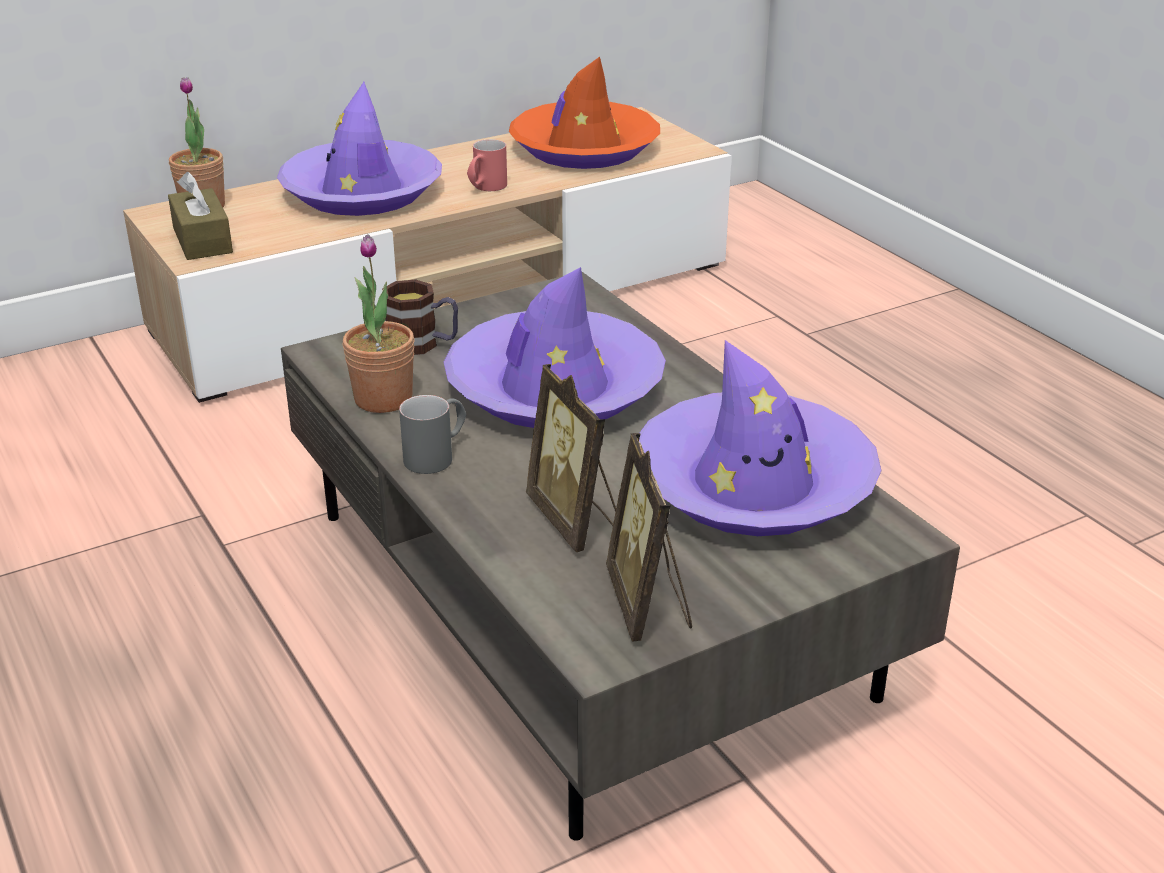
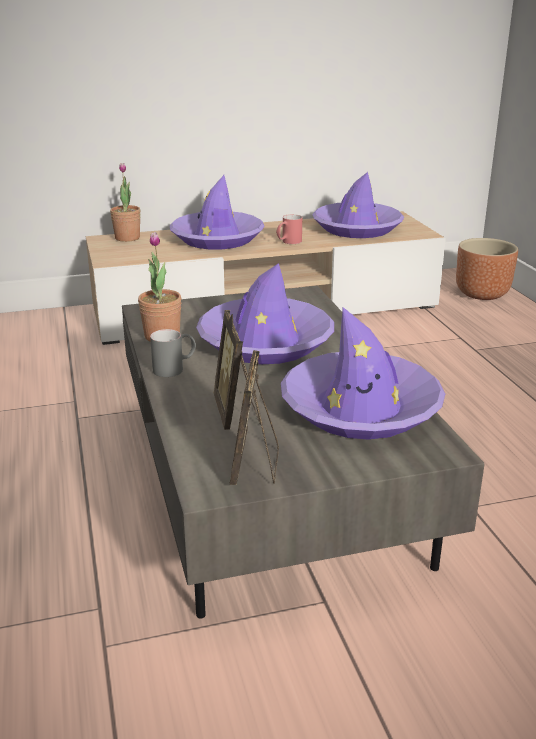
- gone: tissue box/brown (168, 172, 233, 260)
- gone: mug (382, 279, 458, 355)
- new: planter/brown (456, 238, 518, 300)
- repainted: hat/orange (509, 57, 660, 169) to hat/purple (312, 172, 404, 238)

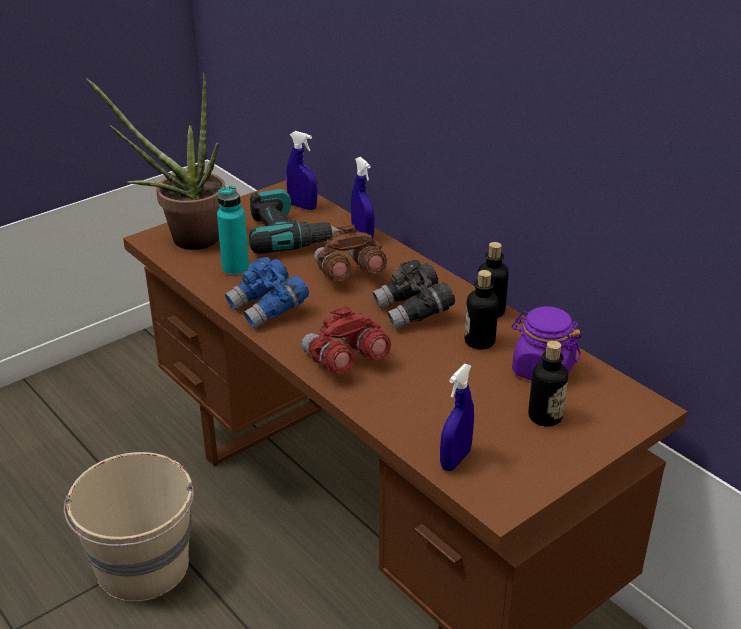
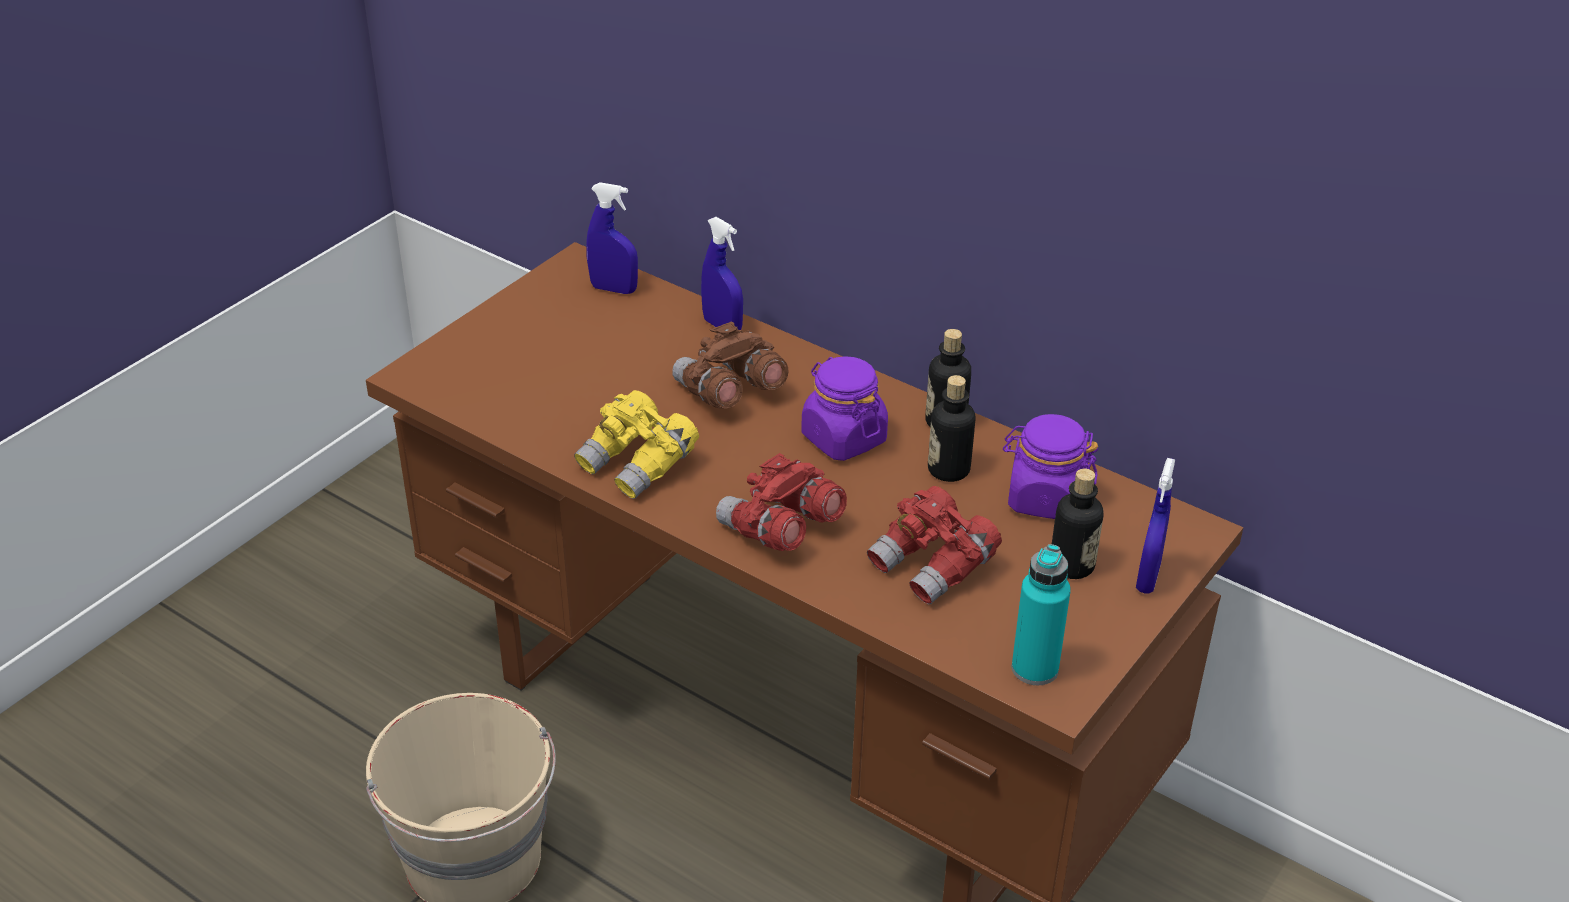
- gone: potted plant (86, 72, 225, 250)
- gone: power drill (249, 189, 340, 254)
- new: binoculars/red (867, 486, 1002, 604)
- shifted: bottle/turquoise (217, 186, 249, 276) to (1012, 544, 1071, 685)
- shifted: spray bottle/blue (440, 364, 474, 471) to (1136, 458, 1175, 593)
- swapped: binoculars/grey (373, 260, 455, 330) to jar/purple (801, 356, 888, 461)
- repainted: binoculars/blue (225, 257, 309, 328) to binoculars/yellow (574, 390, 699, 499)

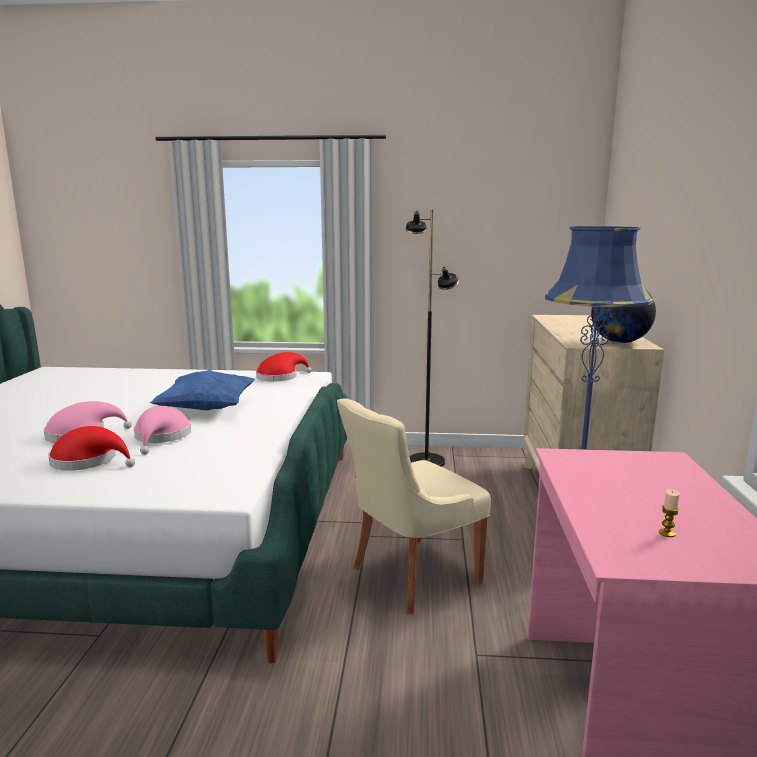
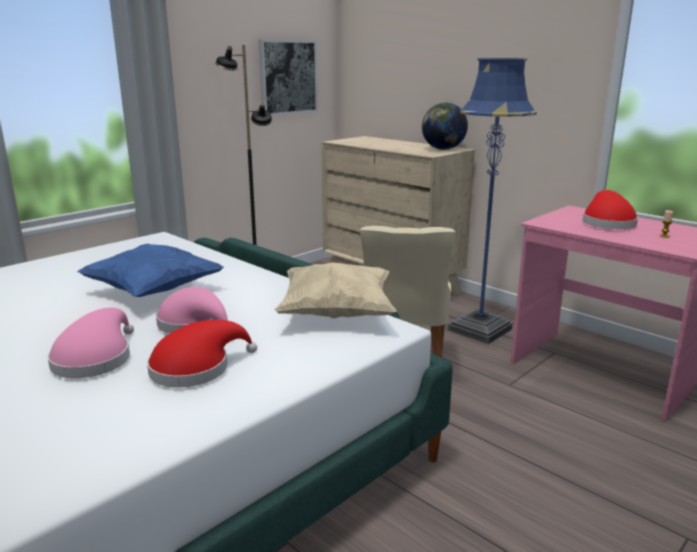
- new: picture (258, 39, 318, 116)
- new: pillow/beige (274, 262, 397, 319)
- shifted: hat/red (256, 352, 312, 381) to (582, 190, 638, 229)

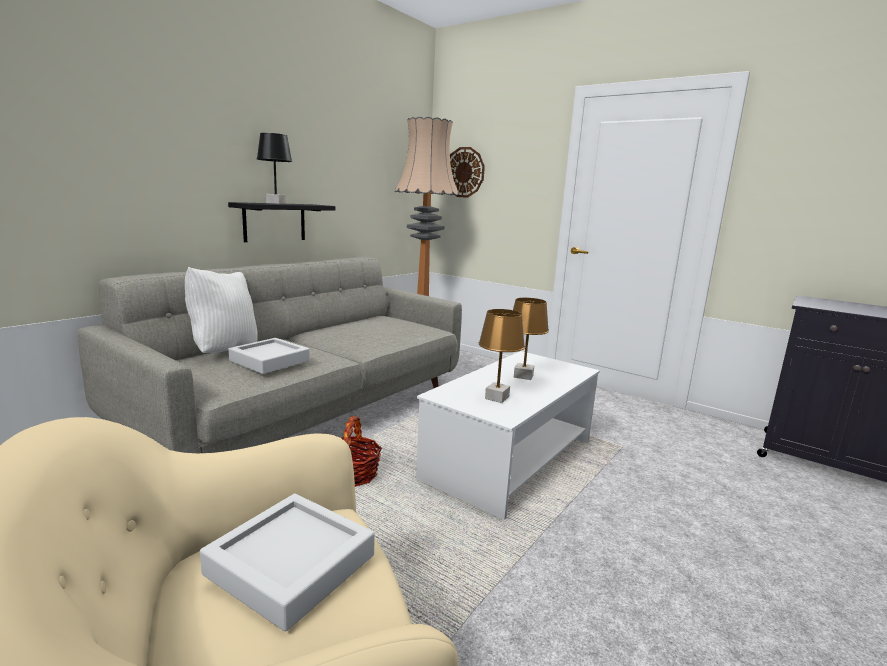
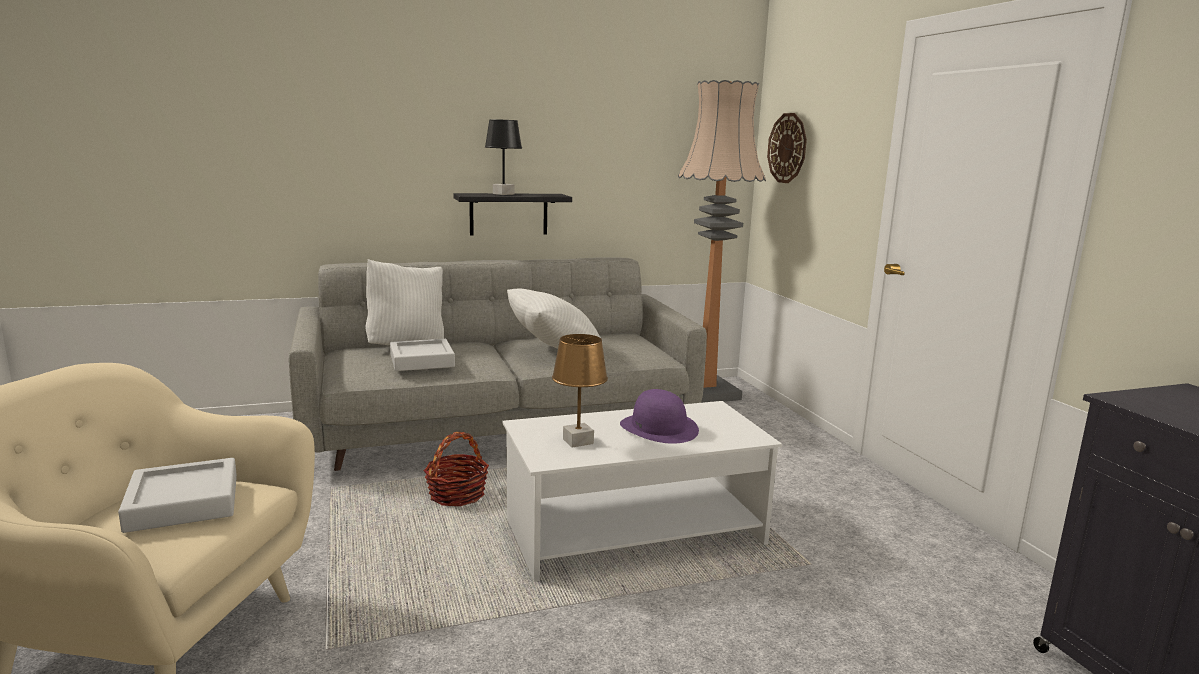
- new: pillow/white (507, 289, 603, 348)
- swapped: table lamp/brown (513, 298, 549, 380) to hat/purple (620, 389, 699, 444)

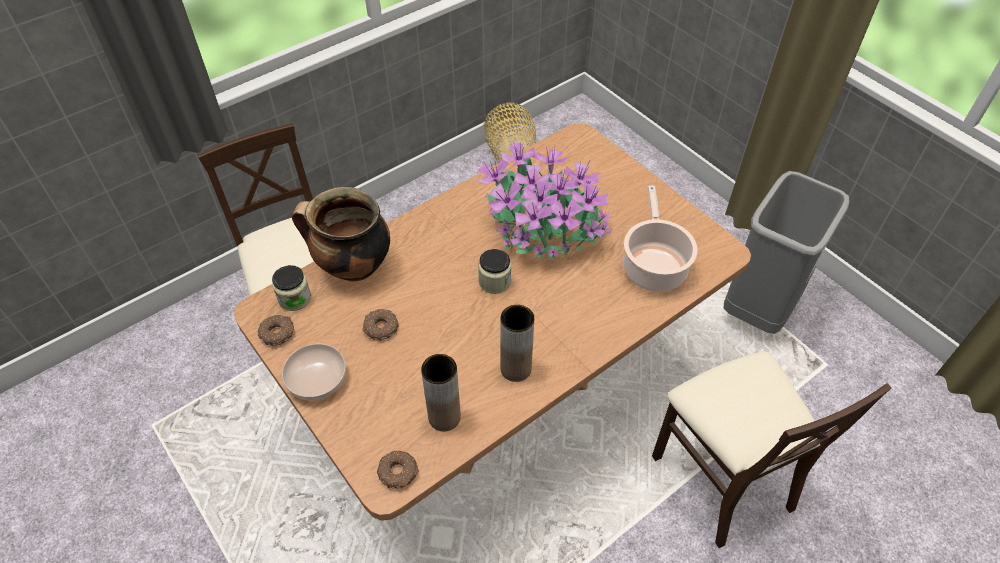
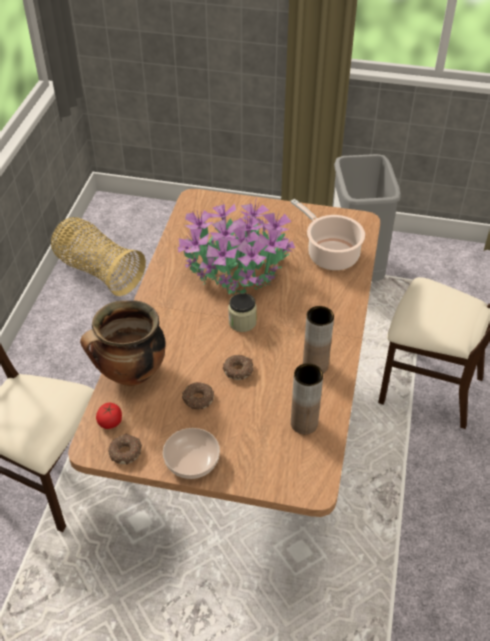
- shifted: donut (377, 451, 419, 489) to (223, 355, 254, 380)
- swapped: jar (272, 265, 311, 311) to tomato (96, 403, 122, 429)

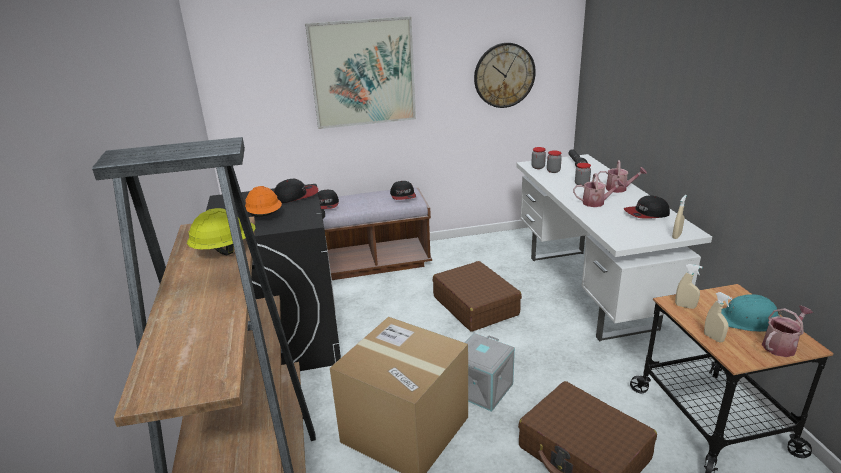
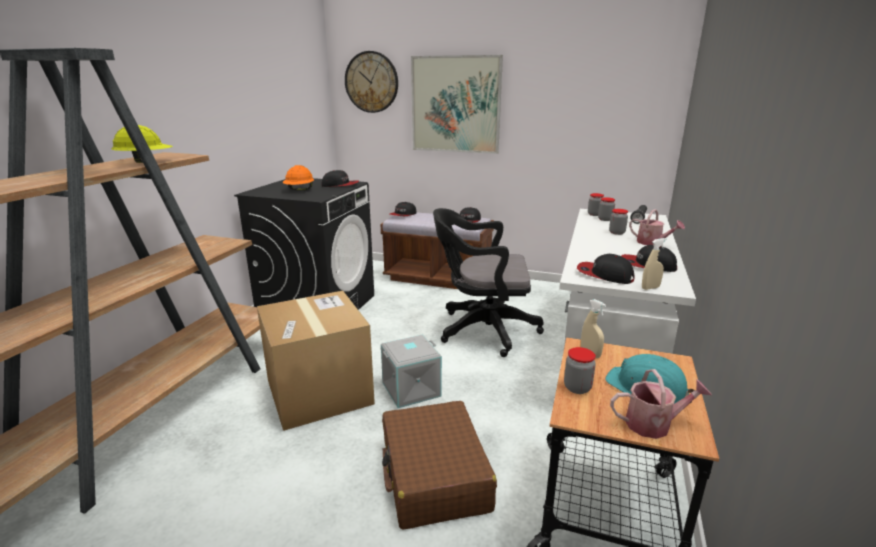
- gone: watering can (573, 173, 625, 207)
- new: cap (577, 254, 635, 284)
- shifted: wall clock (474, 43, 536, 108) to (345, 51, 398, 113)
- swapped: suitcase/brown (433, 261, 522, 332) to office chair/black (433, 208, 544, 357)
- swapped: spray bottle/beige (704, 292, 732, 343) to jar (564, 347, 596, 394)

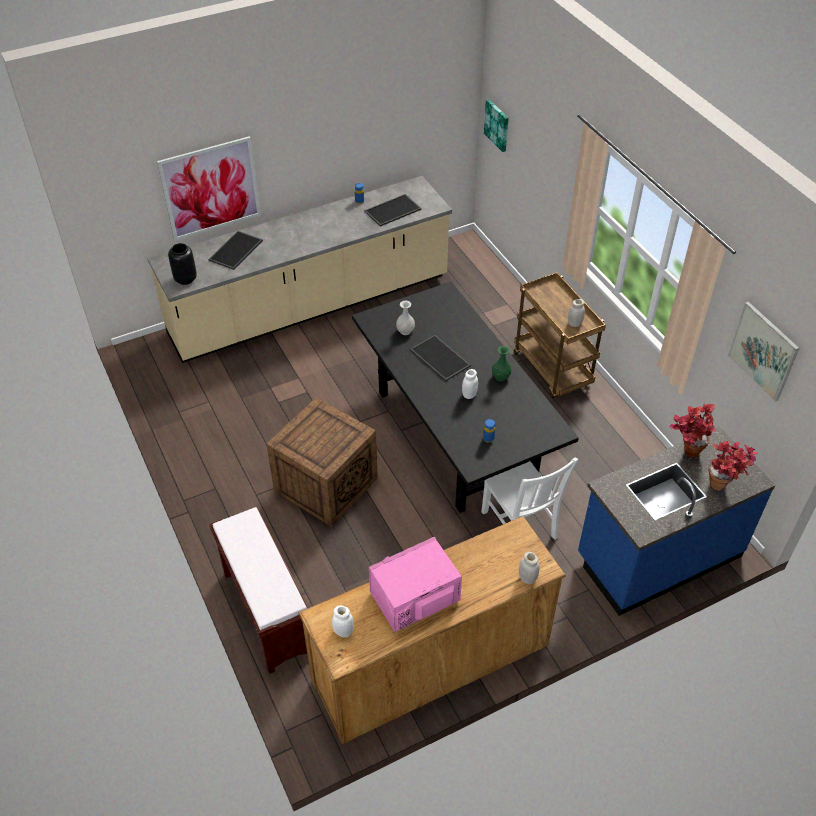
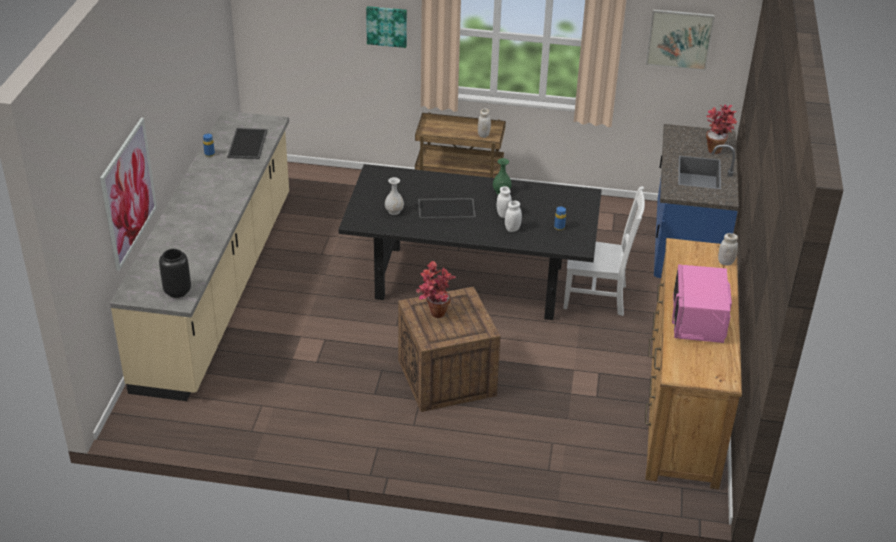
- gone: tray (208, 231, 263, 270)
- gone: bench/brown (209, 507, 308, 674)
- shifted: jar/white (332, 605, 354, 637) to (505, 201, 522, 232)
- shifted: picture (484, 99, 509, 152) to (366, 6, 407, 48)
- shifted: potted plant (669, 404, 716, 458) to (416, 261, 456, 318)

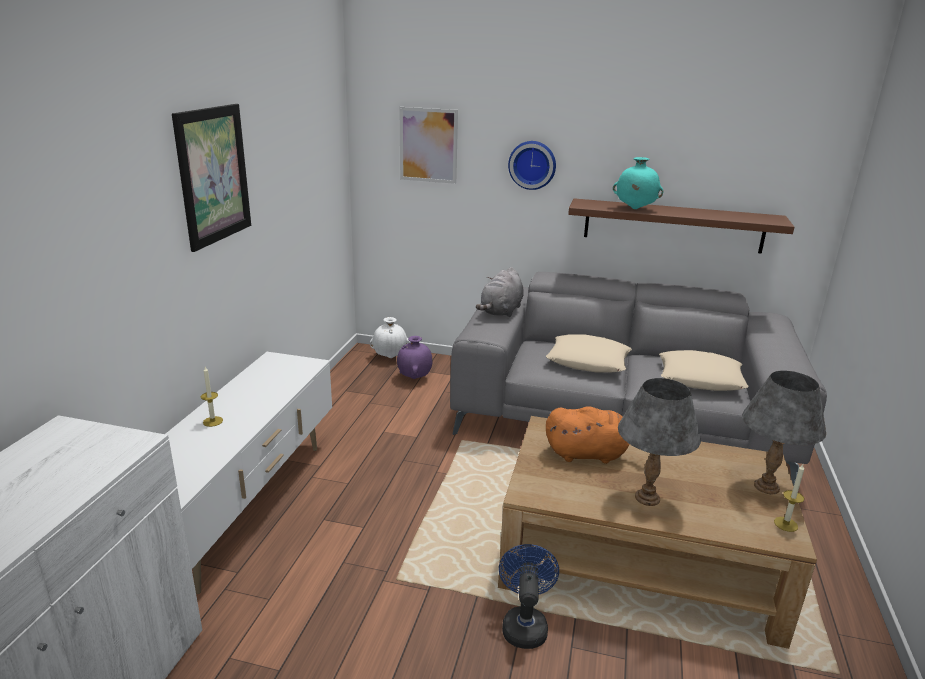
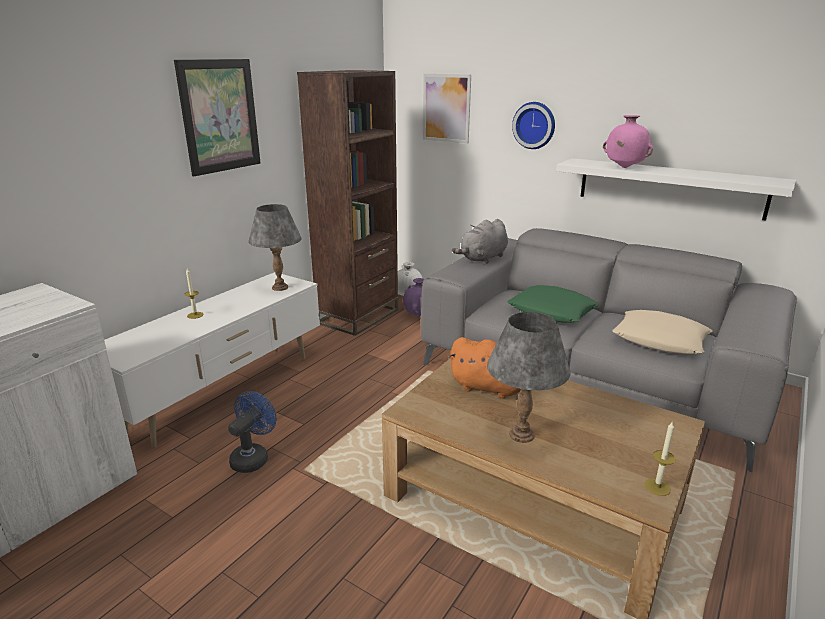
- new: bookcase/brown (297, 70, 398, 336)
- shifted: fan/blue (499, 544, 559, 649) to (228, 391, 276, 473)
- shifted: table lamp/grey (742, 371, 826, 494) to (248, 204, 302, 291)
- repainted: pillow/beige (546, 334, 632, 373) to pillow/green (508, 285, 599, 323)
- repainted: shelf/brown (568, 198, 794, 254) to shelf/white (556, 158, 796, 221)
- repainted: vase/turquoise (613, 157, 663, 209) to vase/pink (603, 115, 653, 168)

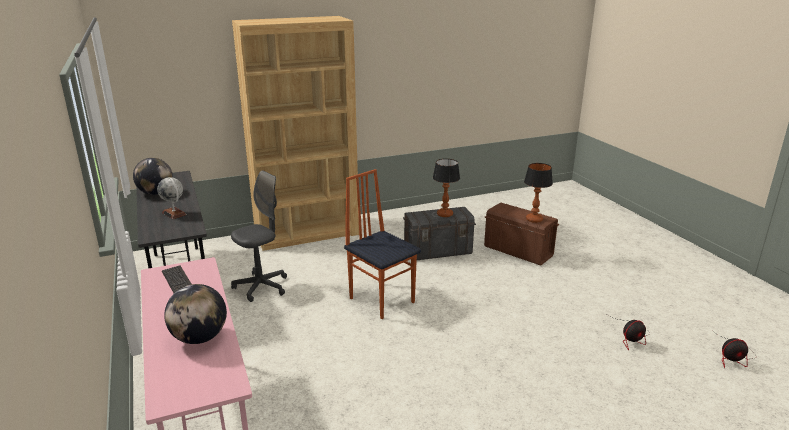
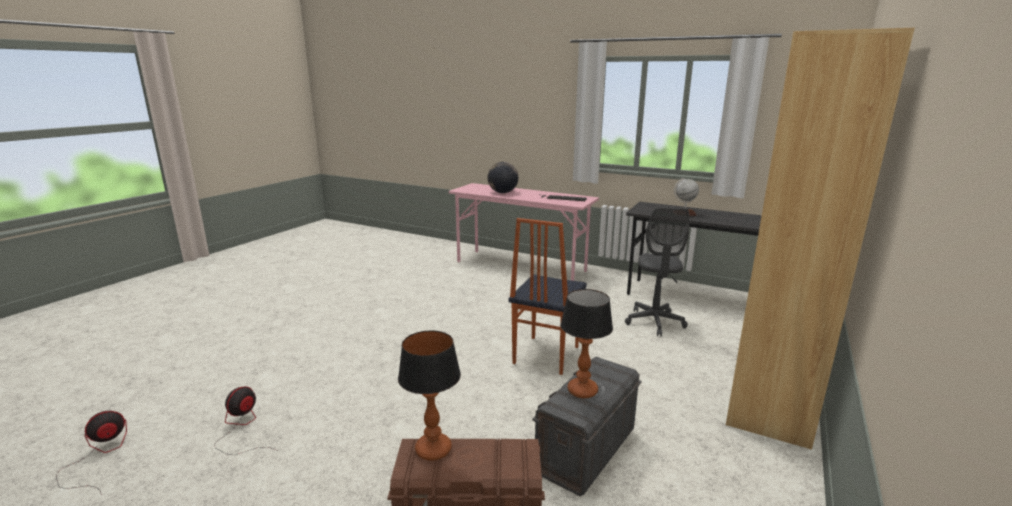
- gone: globe (133, 158, 173, 195)
- rotated: chair (344, 169, 421, 319) = (508, 218, 587, 375) 105 degrees clockwise

